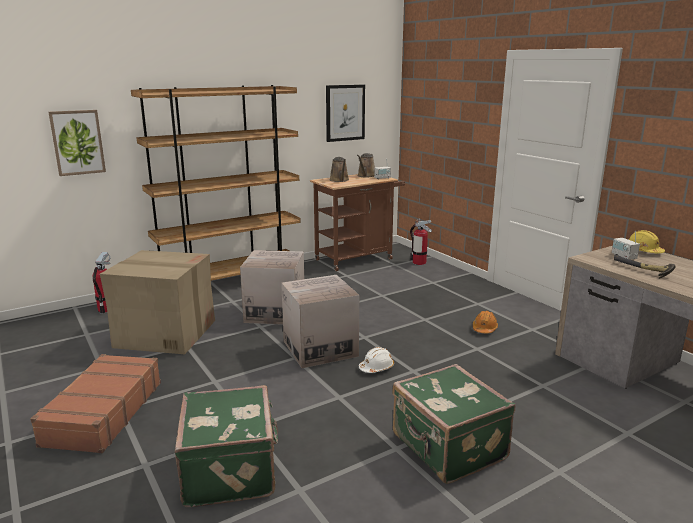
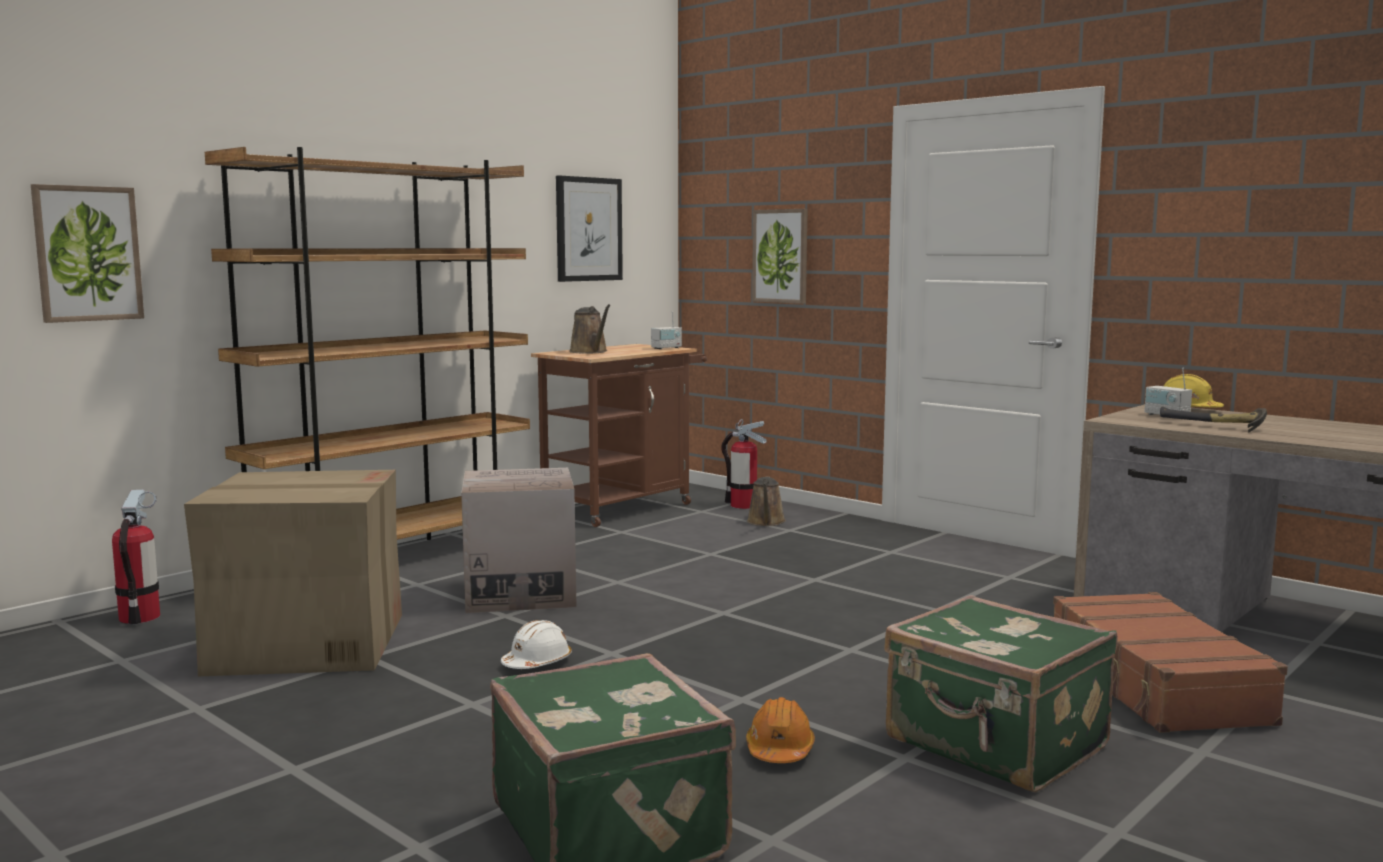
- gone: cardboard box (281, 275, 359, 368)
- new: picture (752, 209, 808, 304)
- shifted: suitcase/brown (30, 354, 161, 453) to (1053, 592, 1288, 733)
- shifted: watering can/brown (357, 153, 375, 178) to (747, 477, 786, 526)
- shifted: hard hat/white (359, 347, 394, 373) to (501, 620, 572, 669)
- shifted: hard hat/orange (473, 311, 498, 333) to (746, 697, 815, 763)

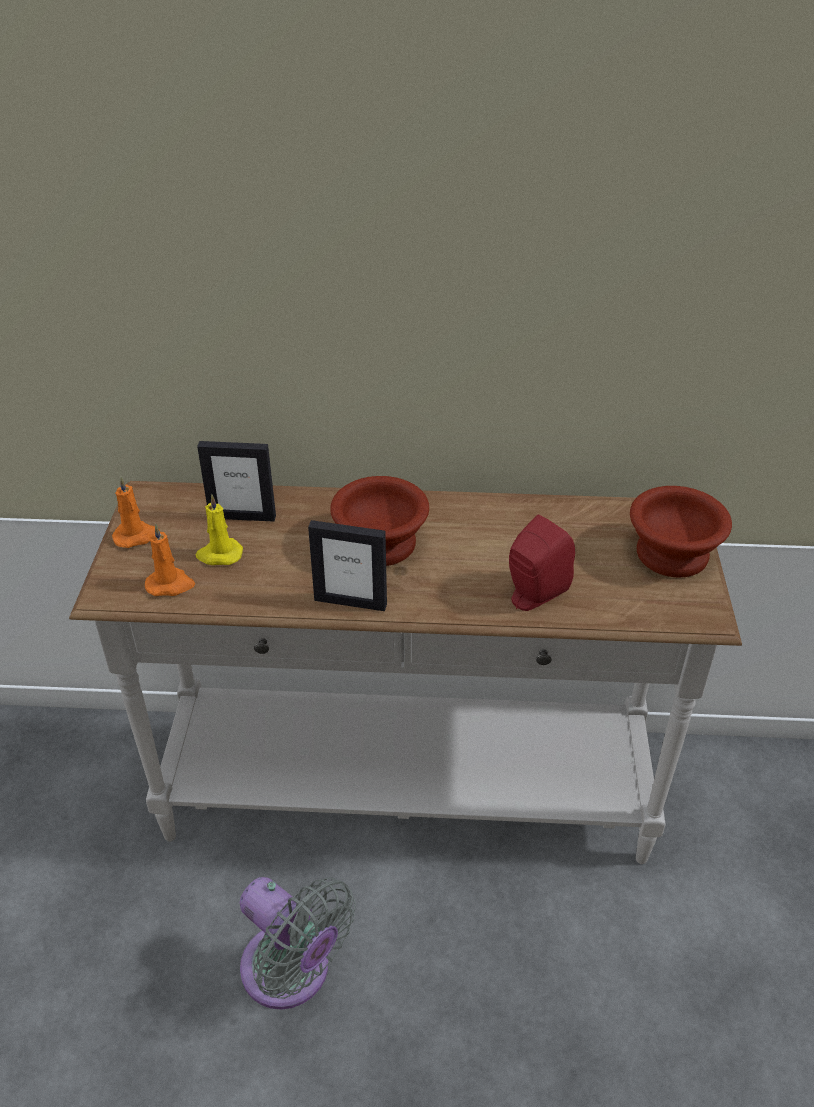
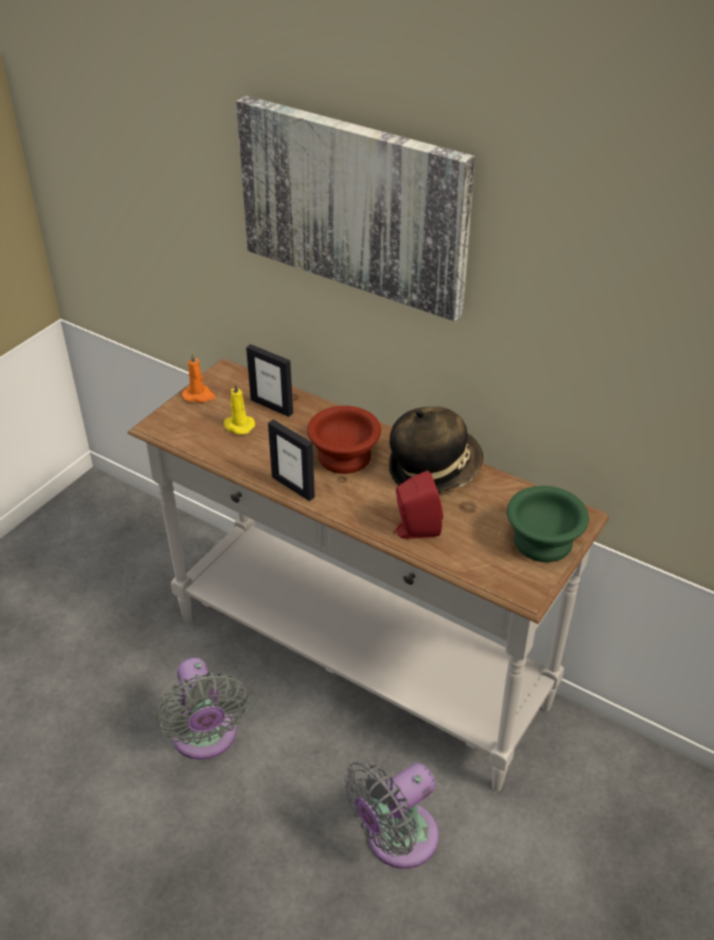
- gone: candle/orange (145, 524, 195, 596)
- new: picture (236, 96, 475, 321)
- new: fan/grey (343, 760, 439, 869)
- new: hat (389, 406, 483, 493)
- repainted: bowl/brown (630, 486, 732, 578) to bowl/green (507, 486, 589, 562)

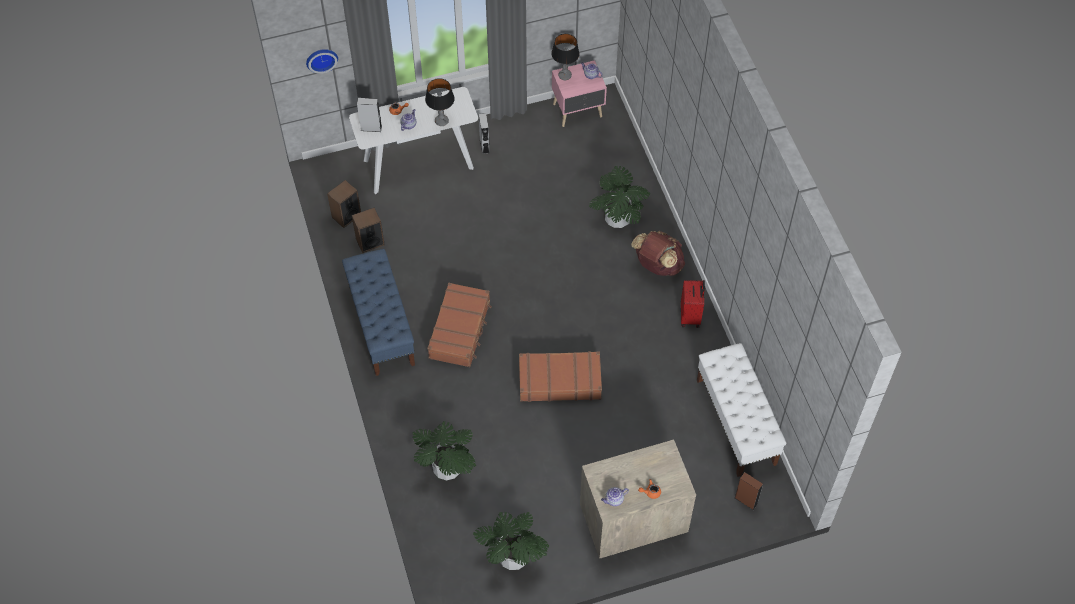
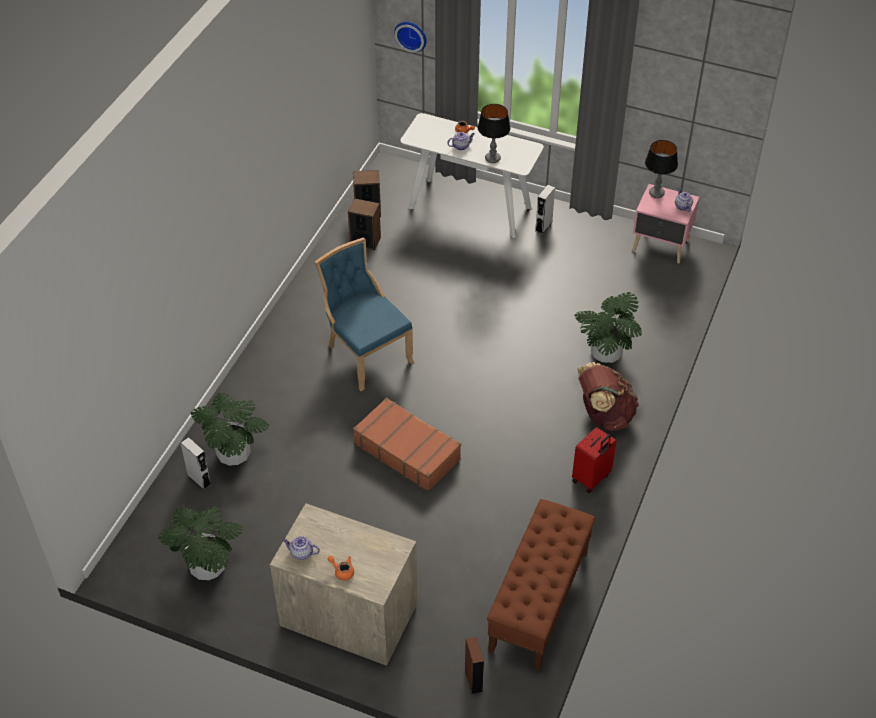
- gone: bench/blue (342, 249, 415, 376)
- shifted: speaker/grey (357, 98, 382, 132) to (181, 437, 211, 490)
- swapped: suitcase/brown (427, 283, 492, 367) to chair/blue (315, 238, 414, 391)
- repainted: bench/white (697, 343, 786, 477) to bench/brown (487, 499, 595, 671)

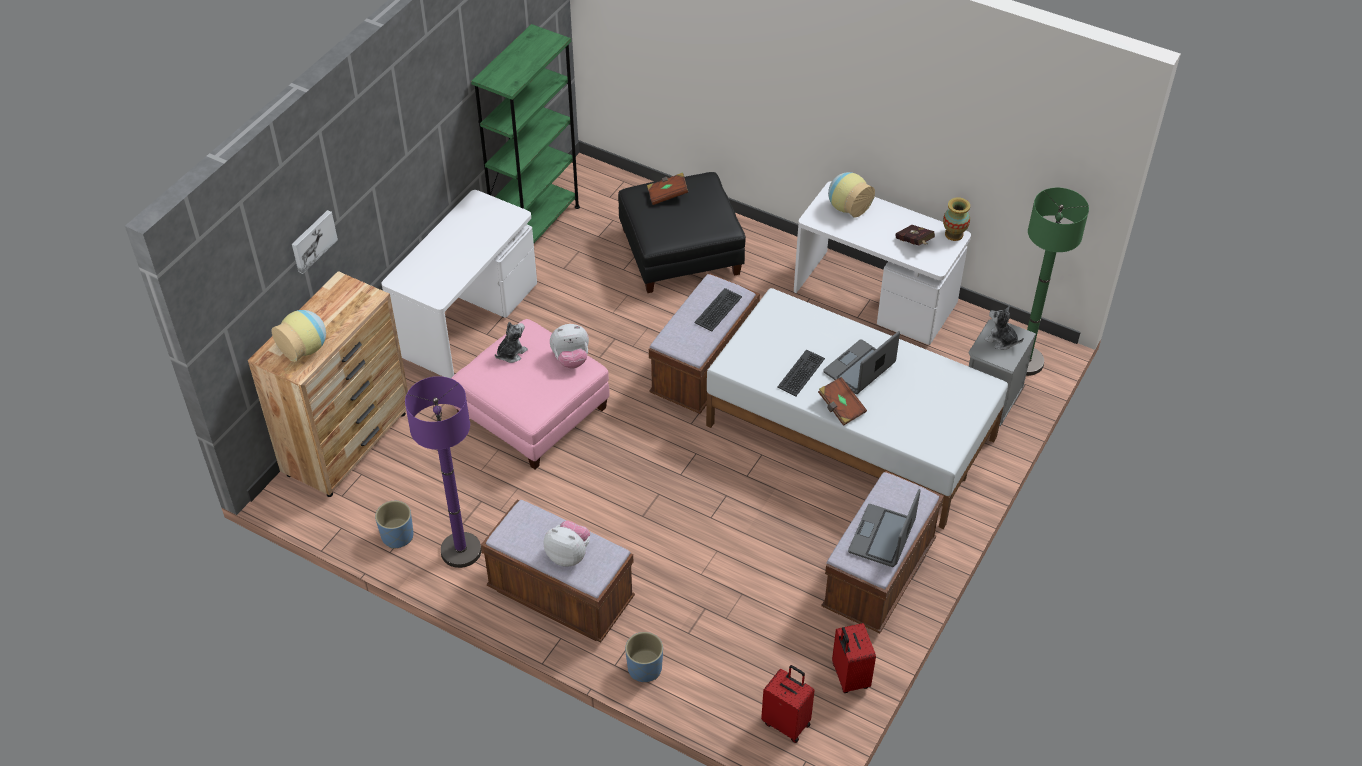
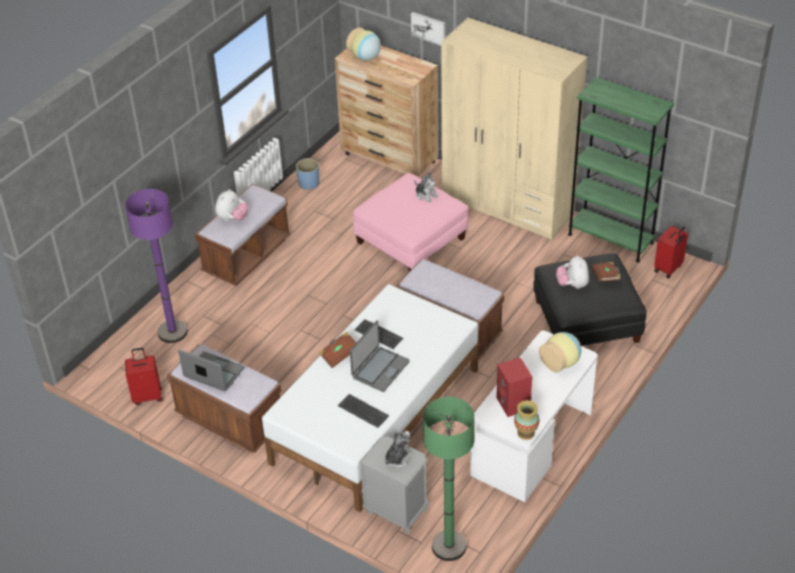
- gone: planter/blue (625, 632, 663, 682)
- shifted: floor lamp/purple (405, 376, 482, 568) to (125, 189, 188, 343)
- shifted: plush toy (550, 324, 589, 369) to (556, 255, 589, 289)
- shifted: keyboard (694, 288, 742, 332) to (338, 394, 389, 428)
- shifted: suitcase/red (761, 665, 815, 743) to (654, 226, 688, 278)
- swapped: desk/white (382, 190, 537, 378) to wardrobe/beige (441, 17, 587, 240)
- swapped: book/red (896, 225, 935, 245) to speaker/red (496, 357, 532, 417)
- rotated: laptop (823, 331, 900, 394) = (350, 321, 410, 392) 75 degrees clockwise

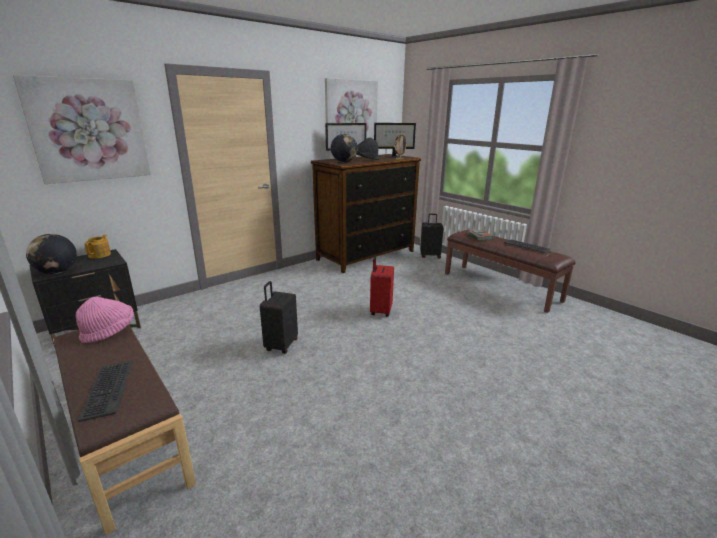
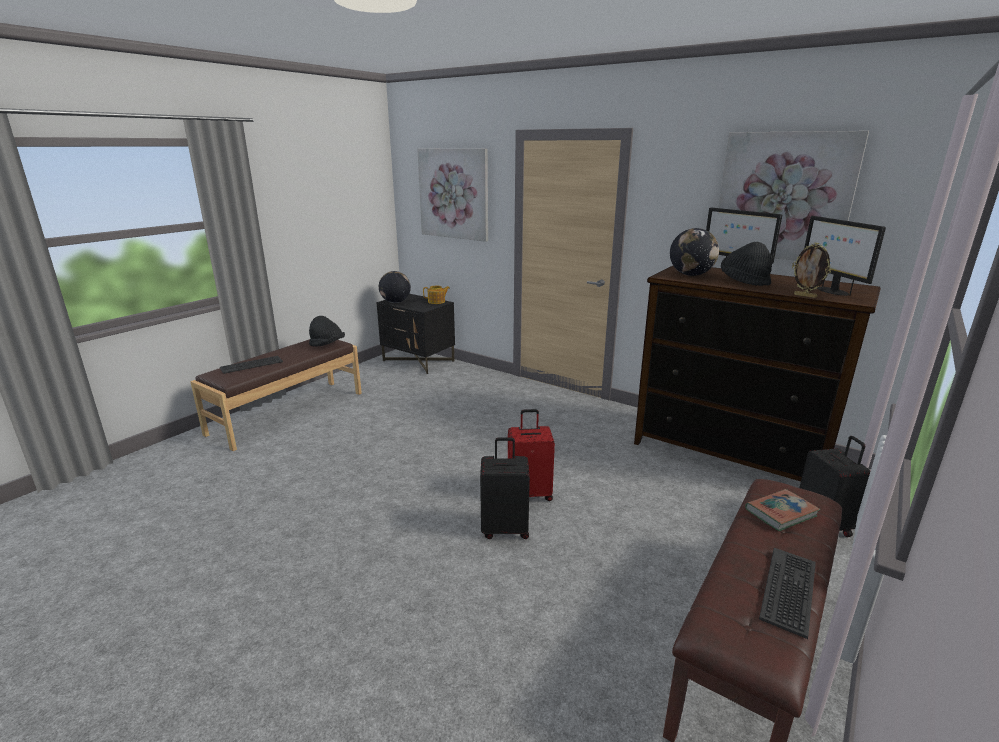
- shifted: suitcase/black (260, 281, 298, 354) to (480, 438, 530, 539)
- repainted: hat/pink (76, 297, 134, 343) to hat/black (309, 316, 345, 346)

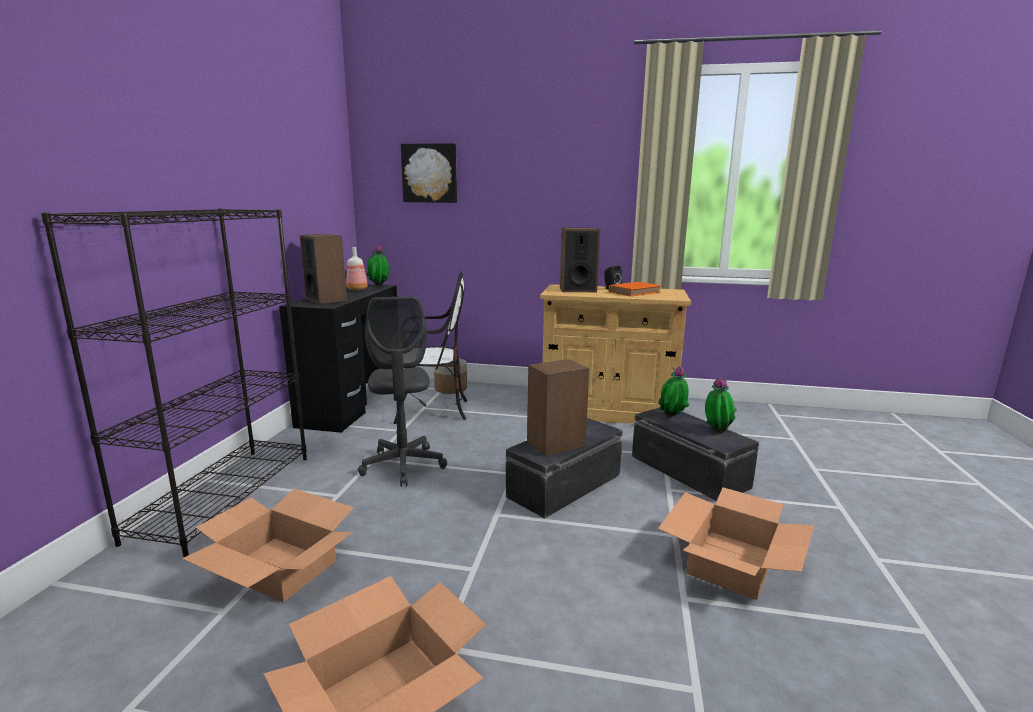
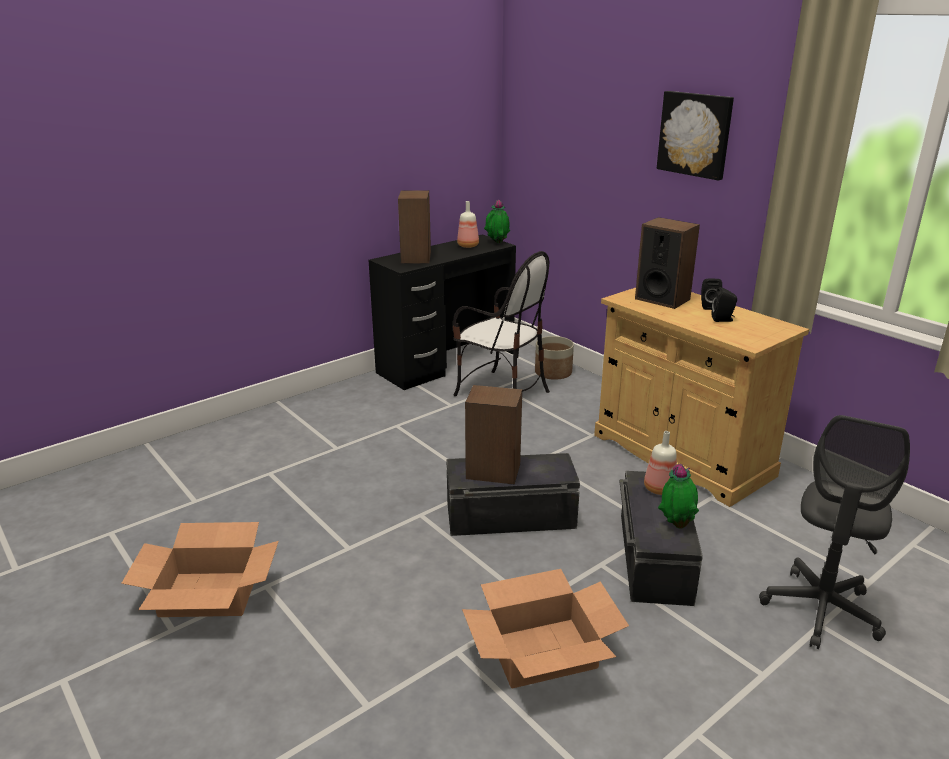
- gone: bookcase/black (41, 208, 307, 557)
- gone: cardboard box (182, 489, 354, 602)
- shifted: office chair/grey (358, 296, 447, 487) to (759, 415, 910, 649)
- shifted: picture (401, 143, 457, 203) to (657, 91, 734, 180)
- swapped: book/orange (608, 282, 661, 297) to speaker/black (712, 287, 737, 322)
- swapped: potted plant (658, 366, 689, 416) to bottle (644, 431, 677, 495)

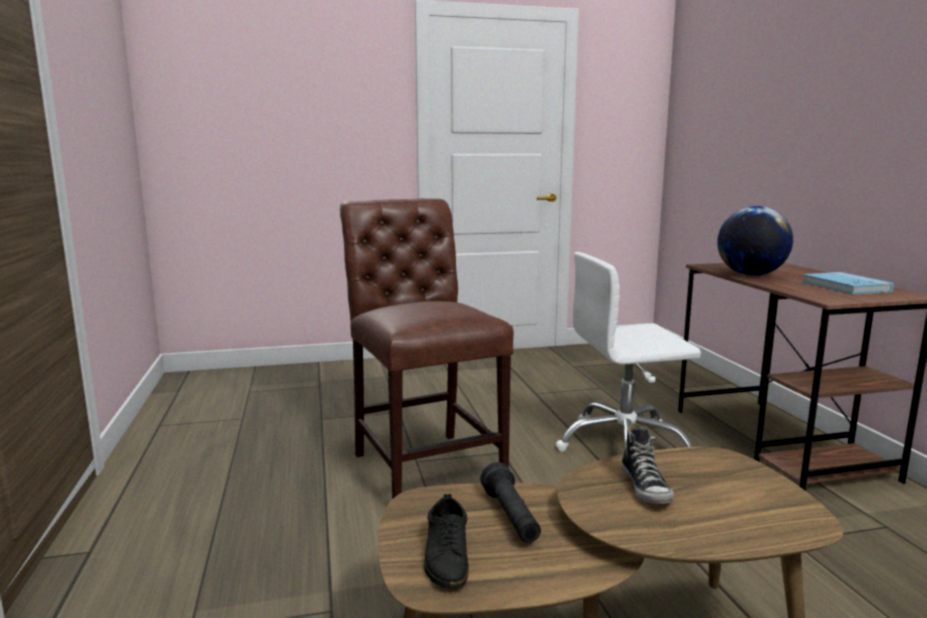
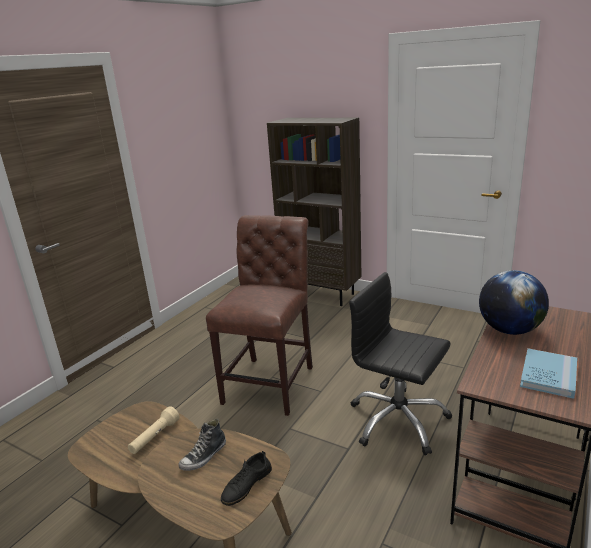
- new: bookcase/brown (267, 118, 361, 306)
- shifted: shoe/black (424, 494, 469, 588) to (221, 451, 272, 506)
- repainted: flashlight/black (480, 462, 541, 543) to flashlight/beige (128, 406, 179, 454)
- repainted: office chair/white (556, 252, 701, 452) to office chair/black (349, 272, 452, 456)

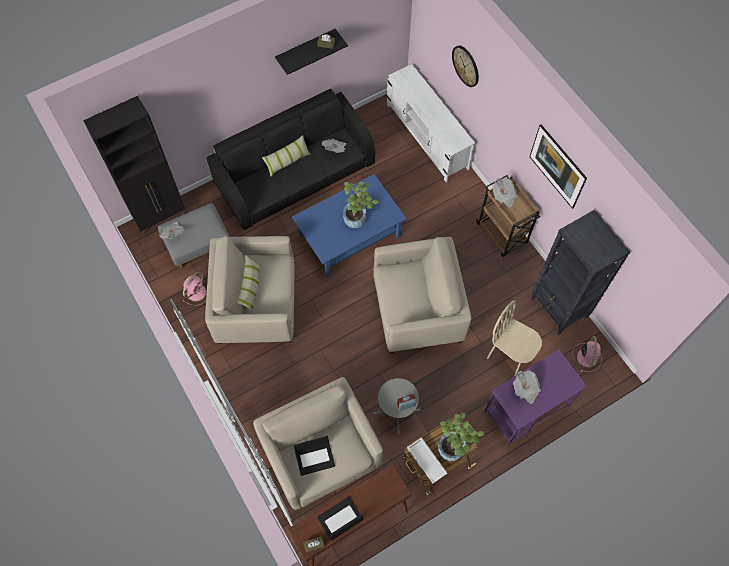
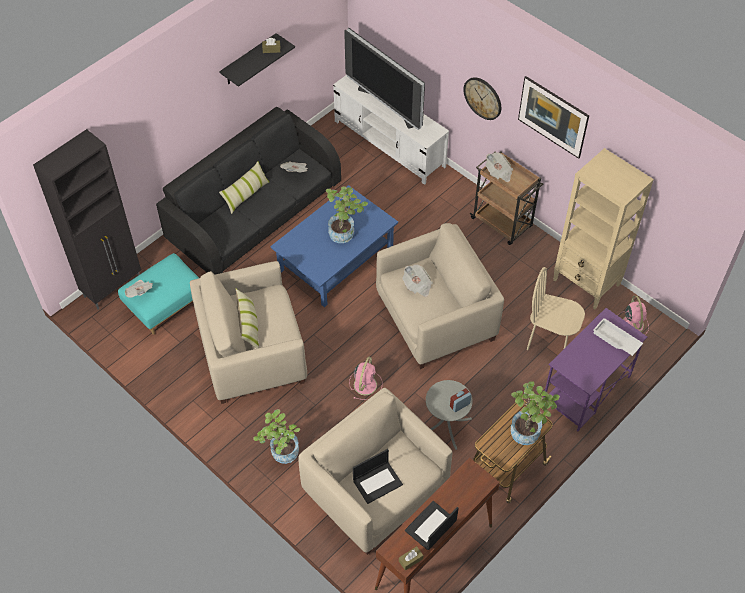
- new: potted plant (253, 409, 300, 464)
- new: television (344, 28, 425, 130)
- shifted: fan/pink (183, 272, 207, 306) to (349, 357, 382, 400)
- shifted: tray/white (407, 437, 447, 483) to (593, 318, 643, 356)
- shifted: wall clock (452, 46, 479, 87) to (463, 77, 501, 120)
- shifted: newspaper (513, 370, 541, 404) to (402, 264, 433, 297)
- repainted: ottoman/grey (158, 203, 230, 268) to ottoman/turquoise (118, 253, 199, 335)
- repainted: bookcase/black (530, 210, 630, 335) to bookcase/beige (553, 148, 654, 309)

